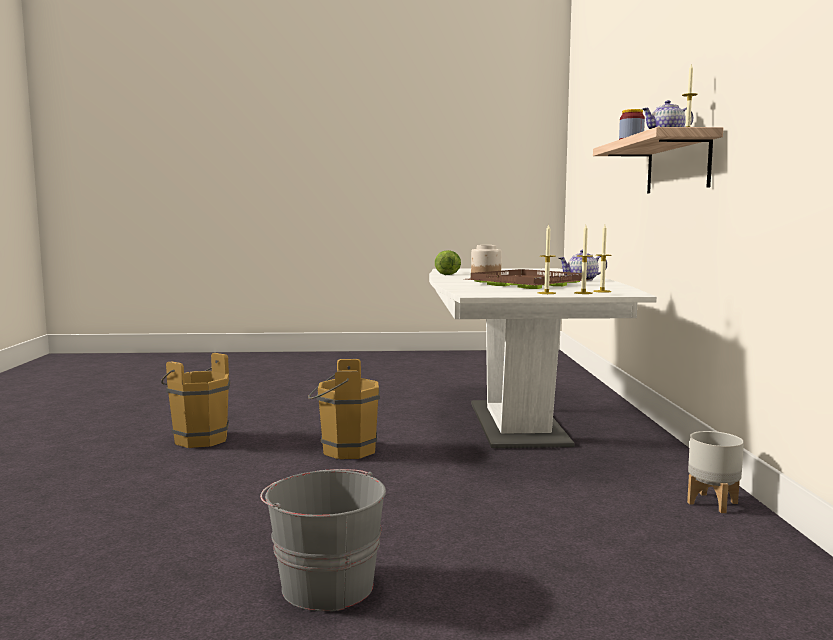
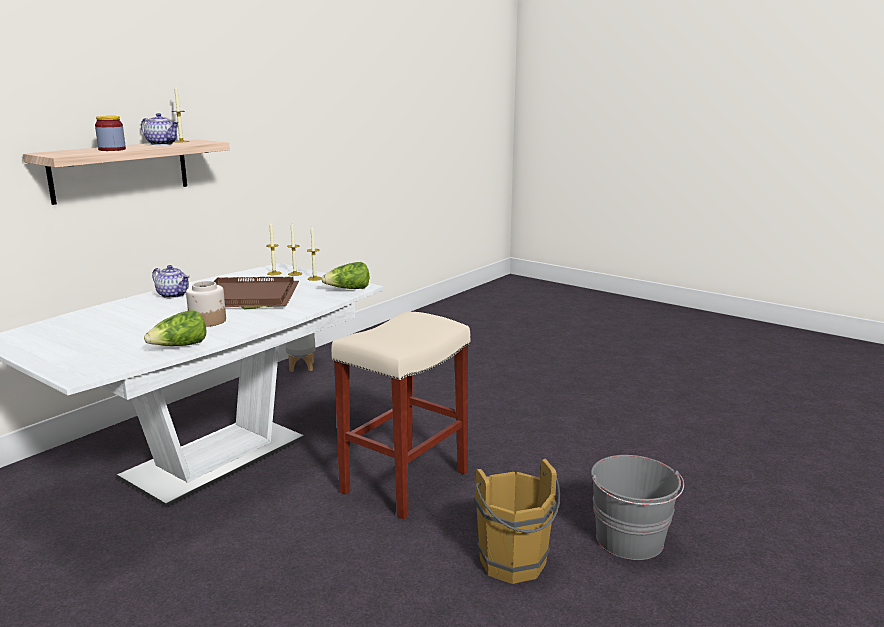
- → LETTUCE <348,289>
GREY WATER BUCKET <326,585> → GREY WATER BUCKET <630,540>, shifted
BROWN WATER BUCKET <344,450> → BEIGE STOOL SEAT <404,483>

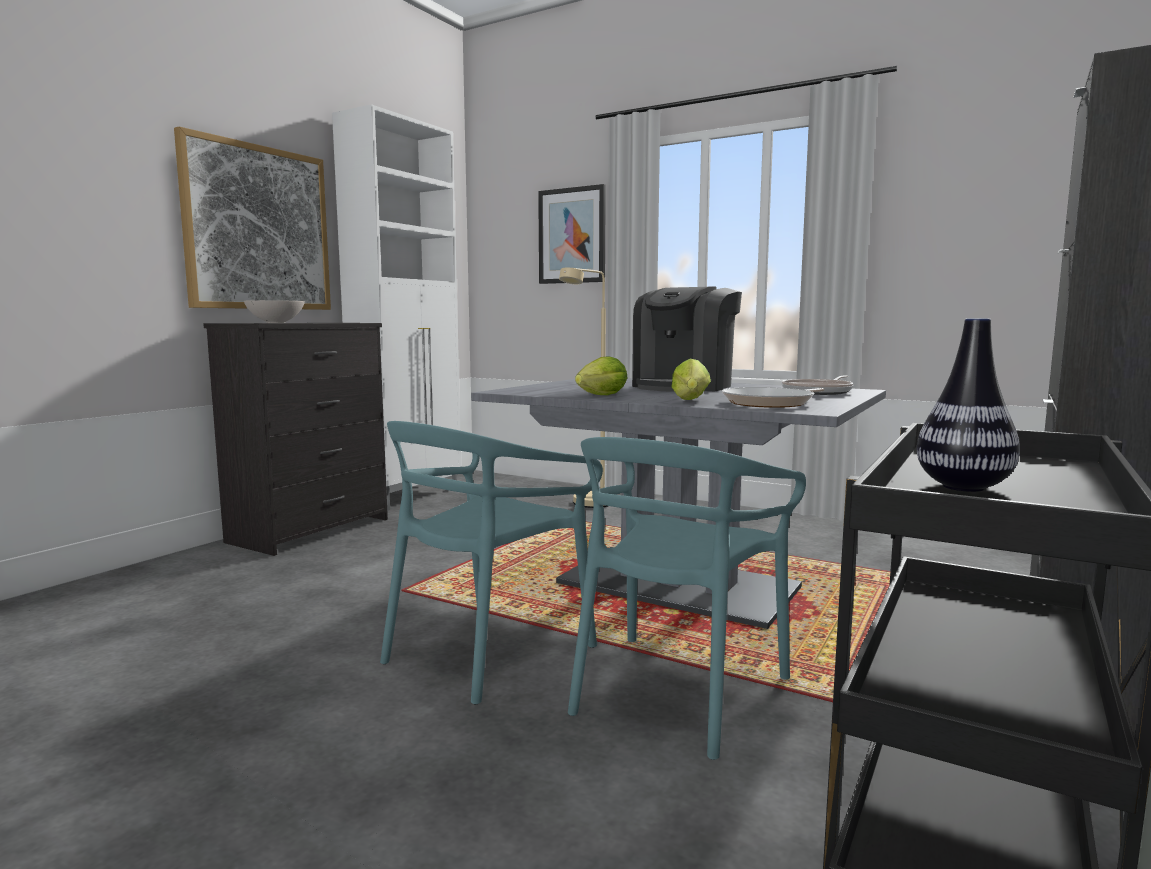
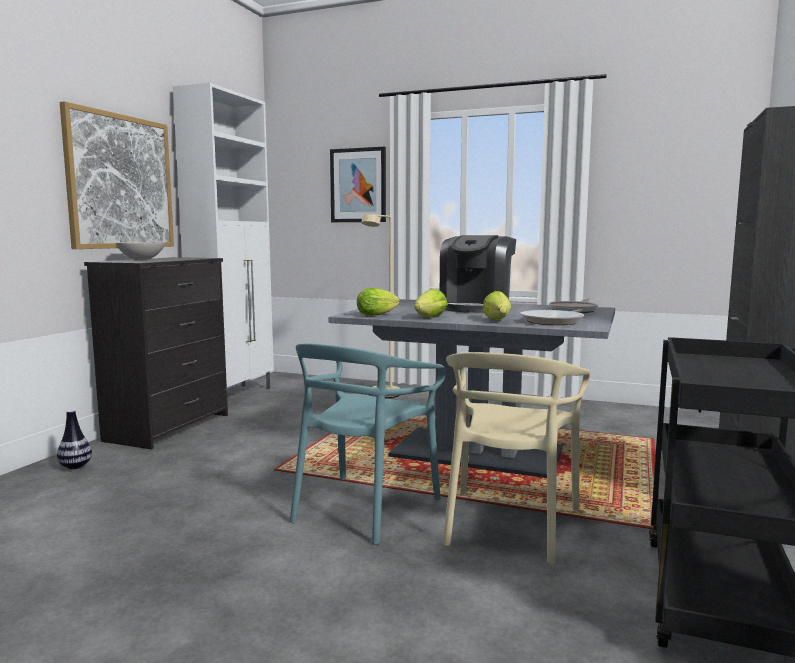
- → LETTUCE <378,315>
FLOWER VASE <963,487> → FLOWER VASE <75,466>, shifted
BLUE-GREEN PLAIN CHAIR <676,691> → BEIGE PLAIN CHAIR <508,524>

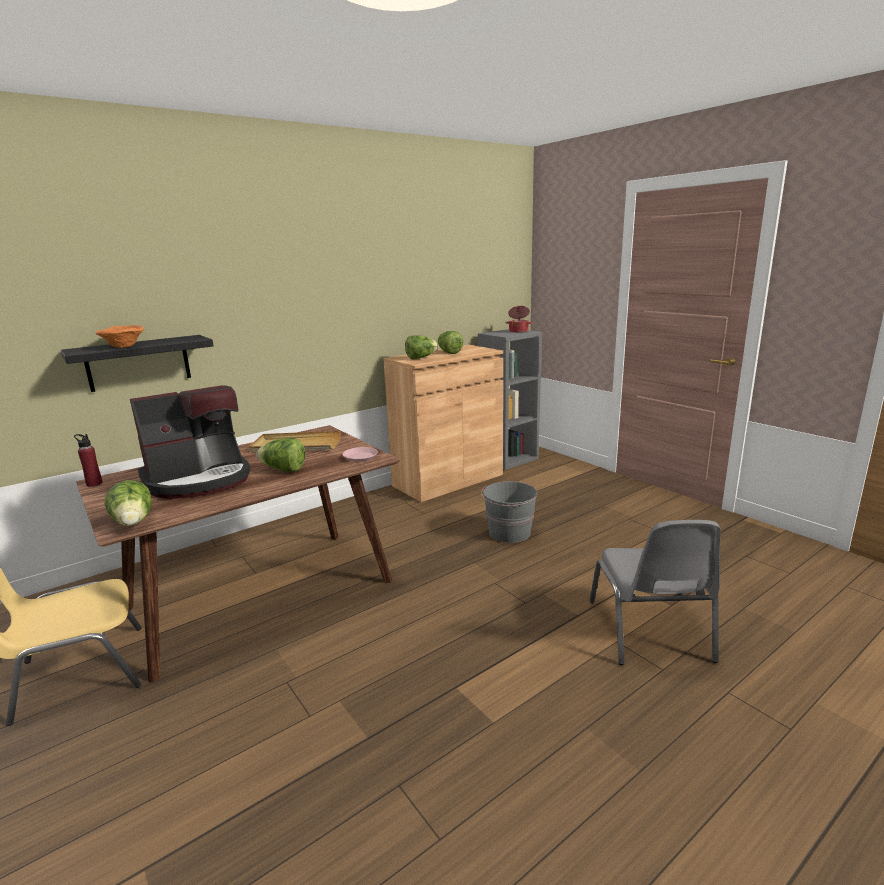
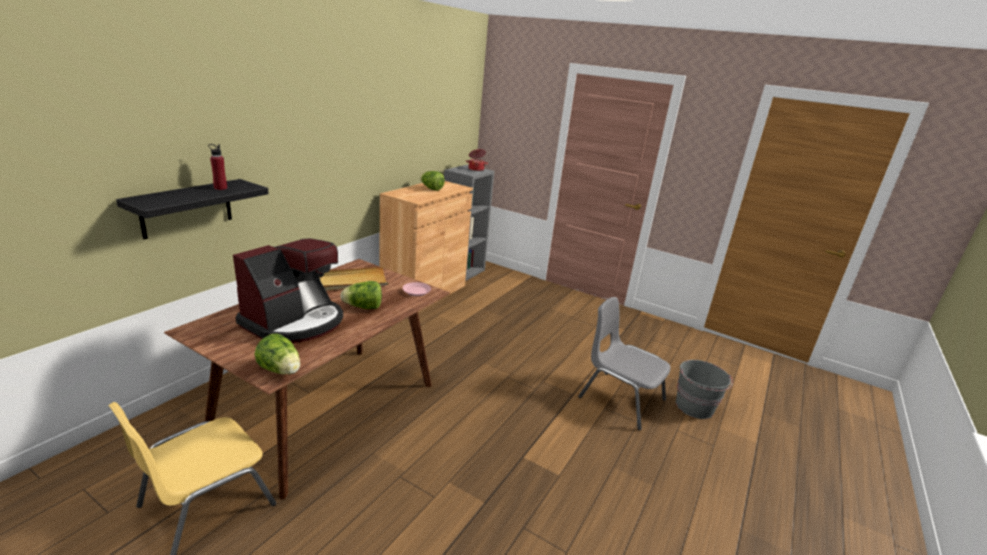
ORANGE DEEP DISH <122,346> → -
LETTUCE <421,358> → -
REDDISH BOTTLE <94,484> → REDDISH BOTTLE <220,188>, shifted
GREY WATER BUCKET <509,533> → GREY WATER BUCKET <695,407>, shifted
GREY PLAIN CHAIR <650,631> → GREY PLAIN CHAIR <620,398>, 150 degrees clockwise

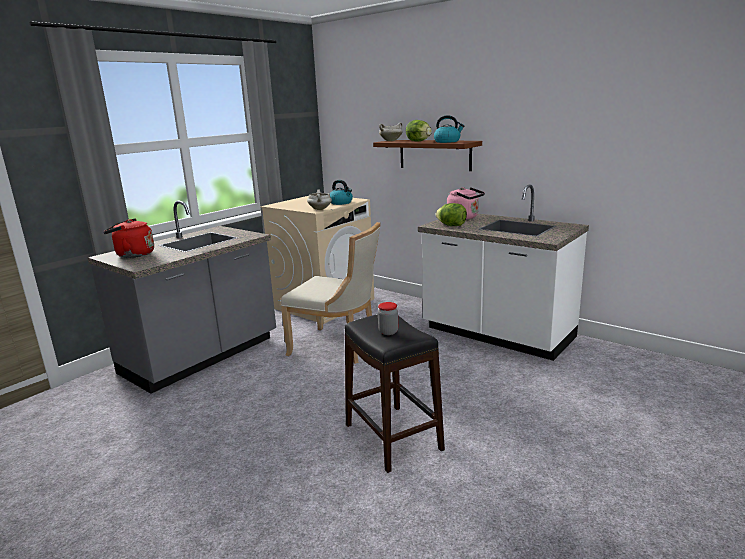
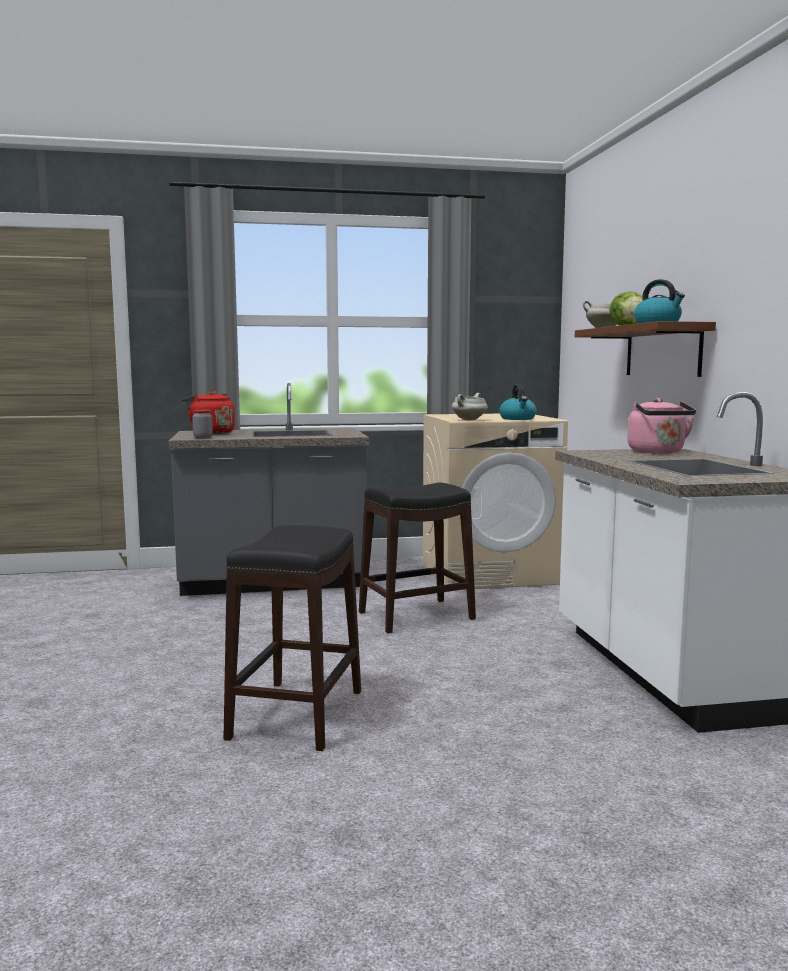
LETTUCE <451,226> → -
PRESERVE JAR <388,332> → PRESERVE JAR <203,437>, shifted
BEIGE PLAIN CHAIR <338,347> → BLACK STOOL SEAT <417,616>

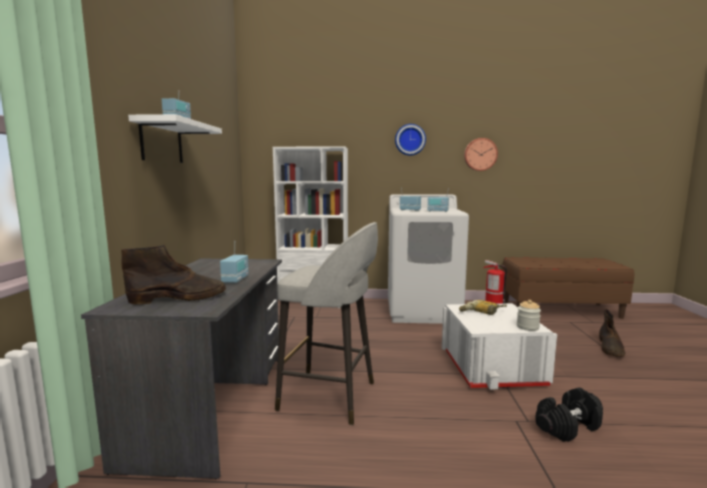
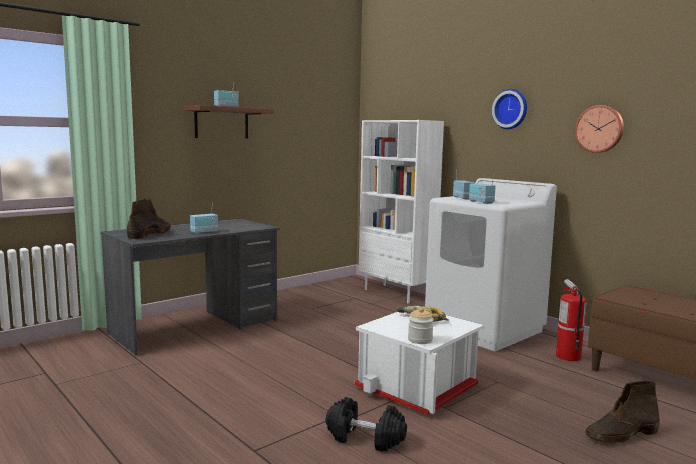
GREY STOOL SEAT <330,396> → -
WHITISH WALL SHELF <162,142> → BROWN WALL SHELF <221,123>
BROWN BOOT <179,298> → BROWN BOOT <150,234>, 105 degrees counterclockwise

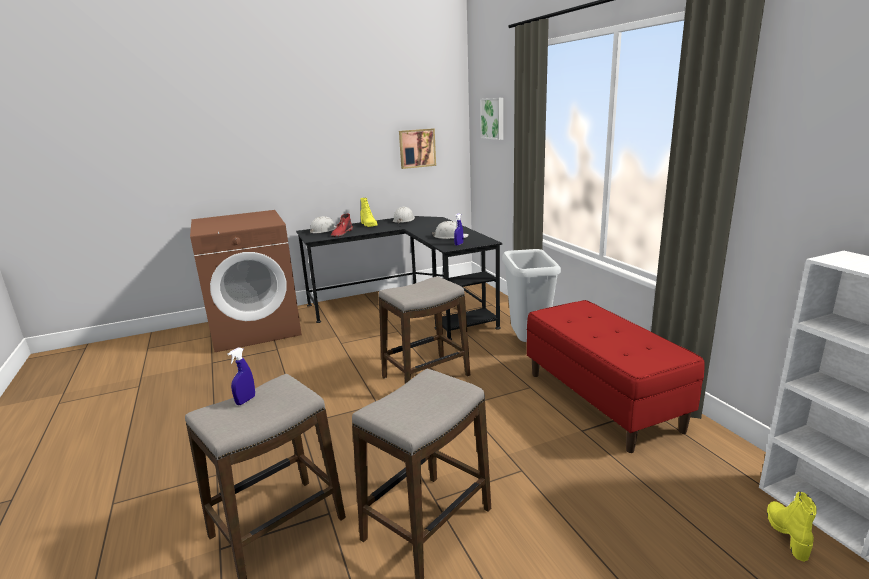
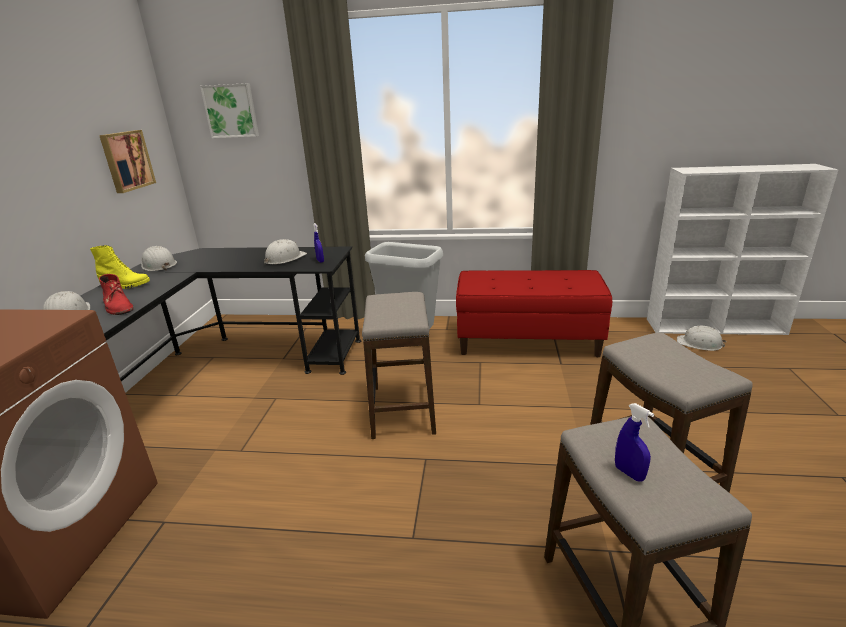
YELLOWISH BOOT <787,535> → WHITISH SAFETY HELMET <699,343>

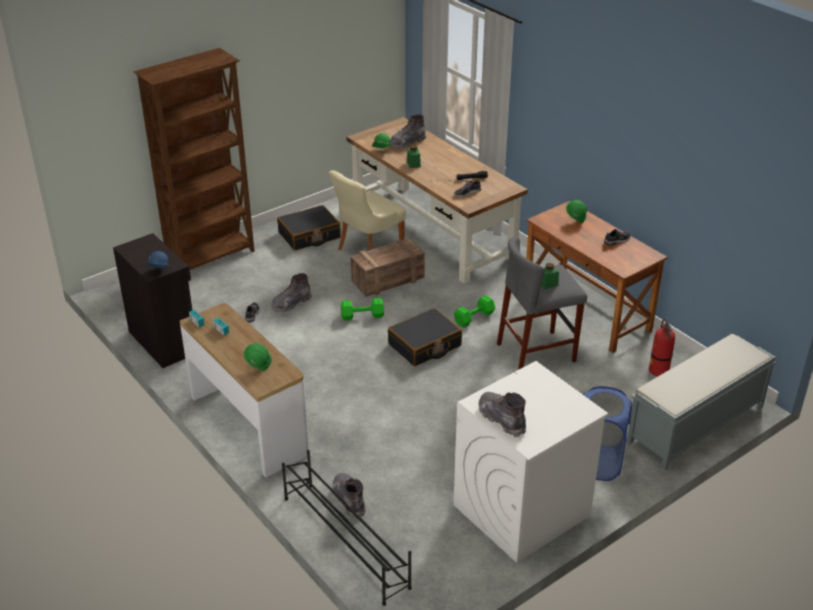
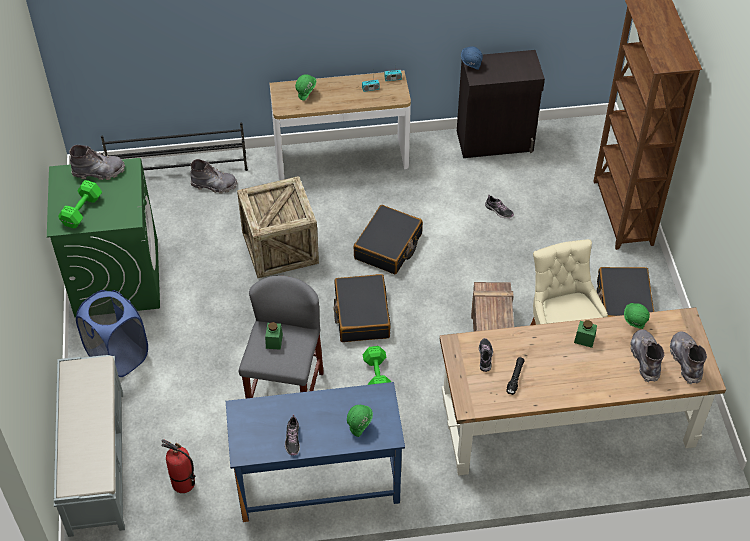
- → CRATE <280,247>
- → BLACK TRAVEL CASE <388,246>
GREY BOOT <291,303> → GREY BOOT <685,361>, shifted
GREEN HAND WEIGHT <363,316> → GREEN HAND WEIGHT <81,211>, shifted
WHITISH LAUNDRY MACHINE <521,511> → GREEN LAUNDRY MACHINE <116,277>
BROWN DESK <586,311> → BLUE-COLOURED DESK <318,482>

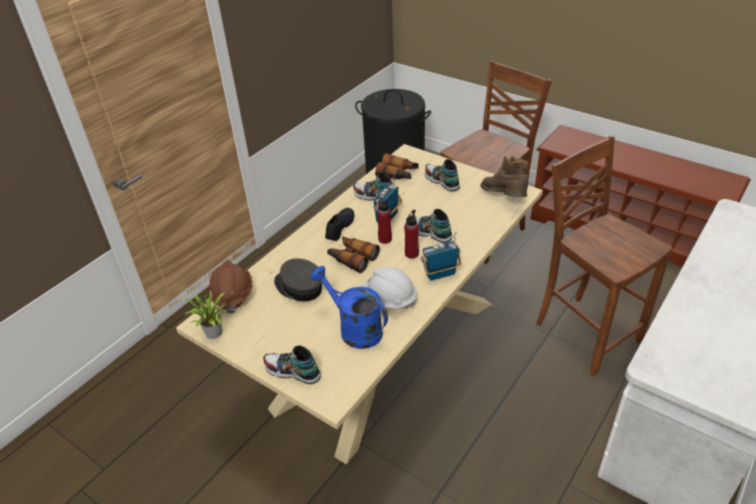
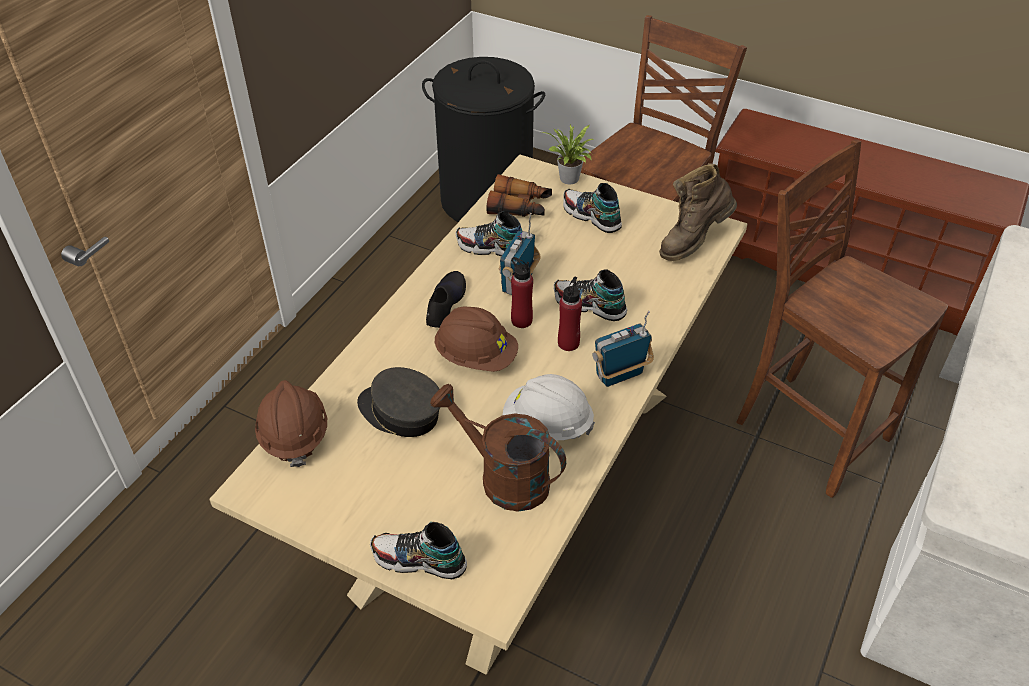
POTTED PLANT <213,334> → POTTED PLANT <569,180>, shifted
BINOCULARS <352,258> → BROWN SAFETY HELMET <476,356>
BLUE-COLOURED WATERING POT <354,328> → BROWN WATERING POT <503,478>
BROWN BOOT <504,199> → BROWN BOOT <693,241>, 90 degrees counterclockwise

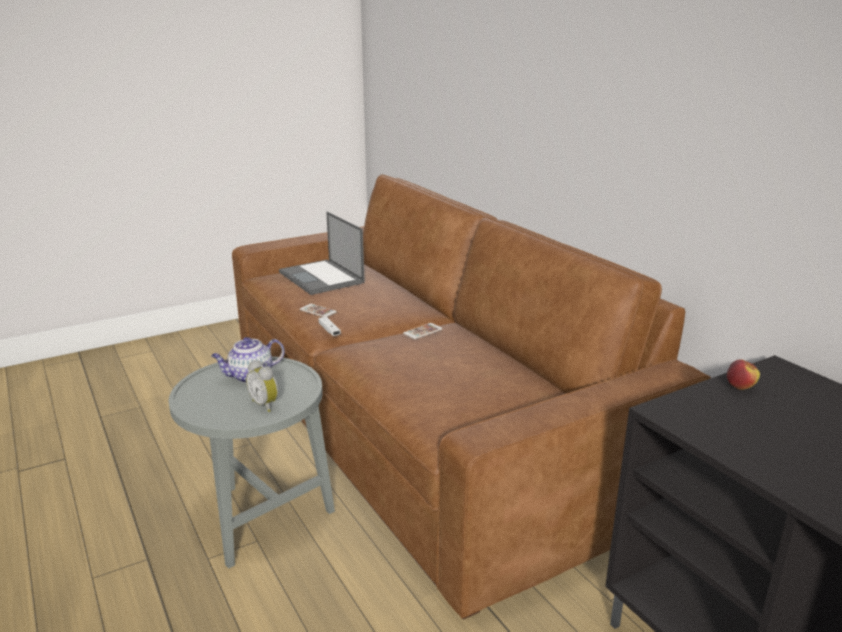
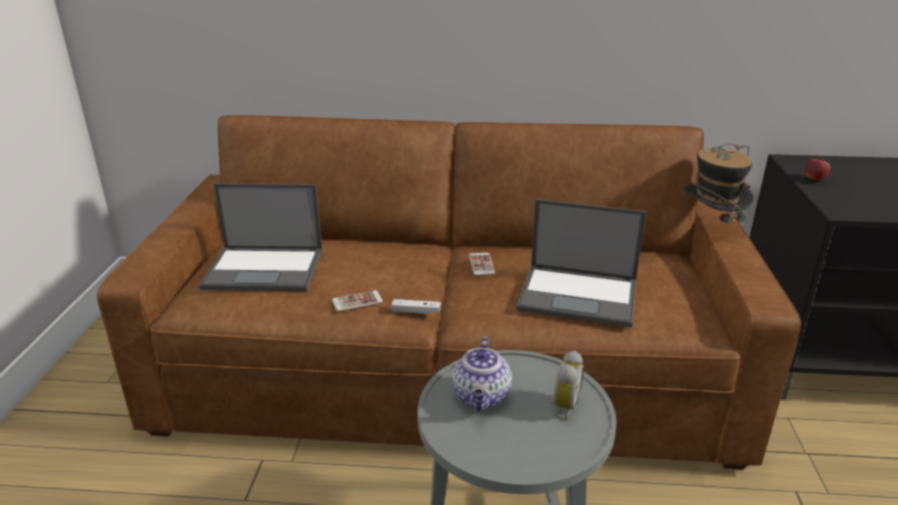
- → LAPTOP <579,295>
- → HAT <710,227>
TABLE CLOCK <266,404> → TABLE CLOCK <563,406>, 60 degrees counterclockwise

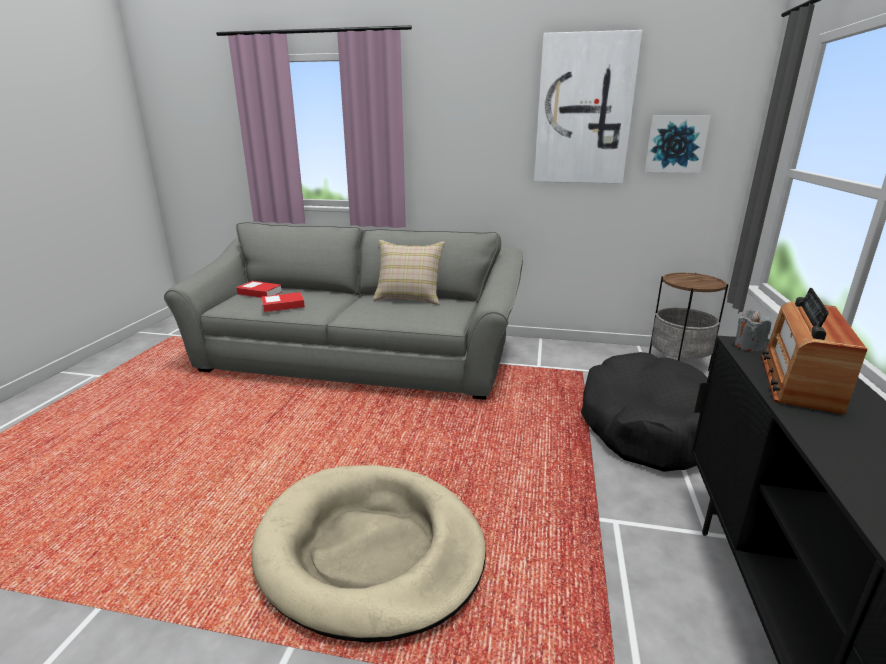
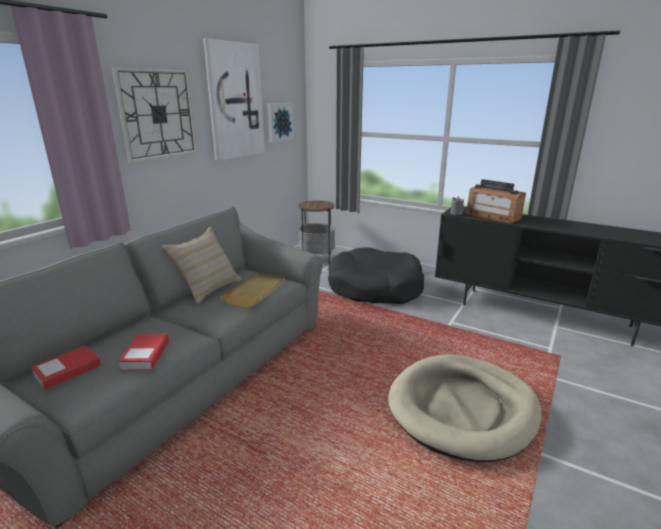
- → CLOCK ON THE WALL <158,114>
- → BEIGE CARRYING TRAY <255,292>

